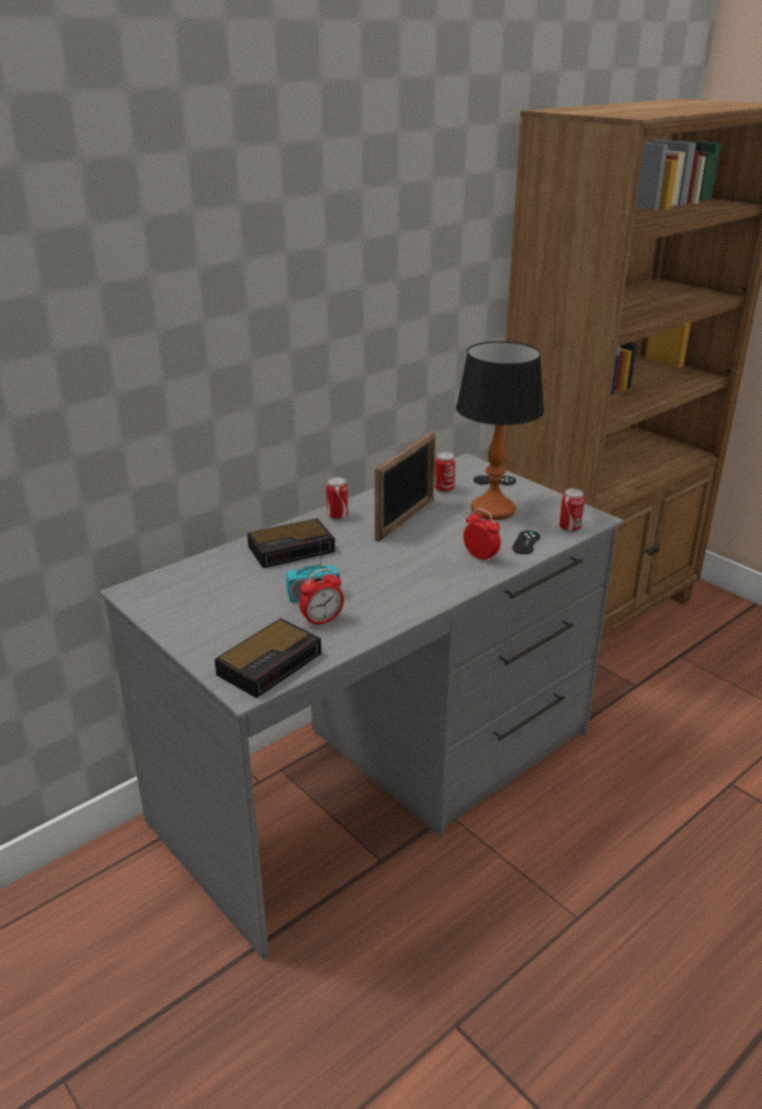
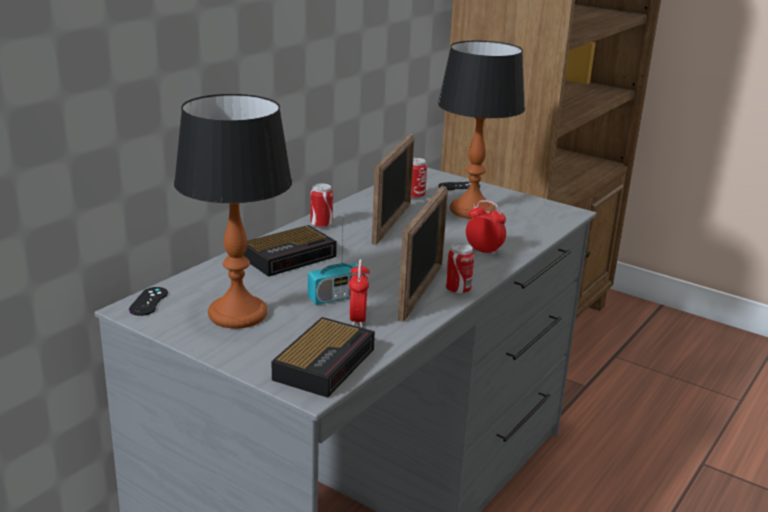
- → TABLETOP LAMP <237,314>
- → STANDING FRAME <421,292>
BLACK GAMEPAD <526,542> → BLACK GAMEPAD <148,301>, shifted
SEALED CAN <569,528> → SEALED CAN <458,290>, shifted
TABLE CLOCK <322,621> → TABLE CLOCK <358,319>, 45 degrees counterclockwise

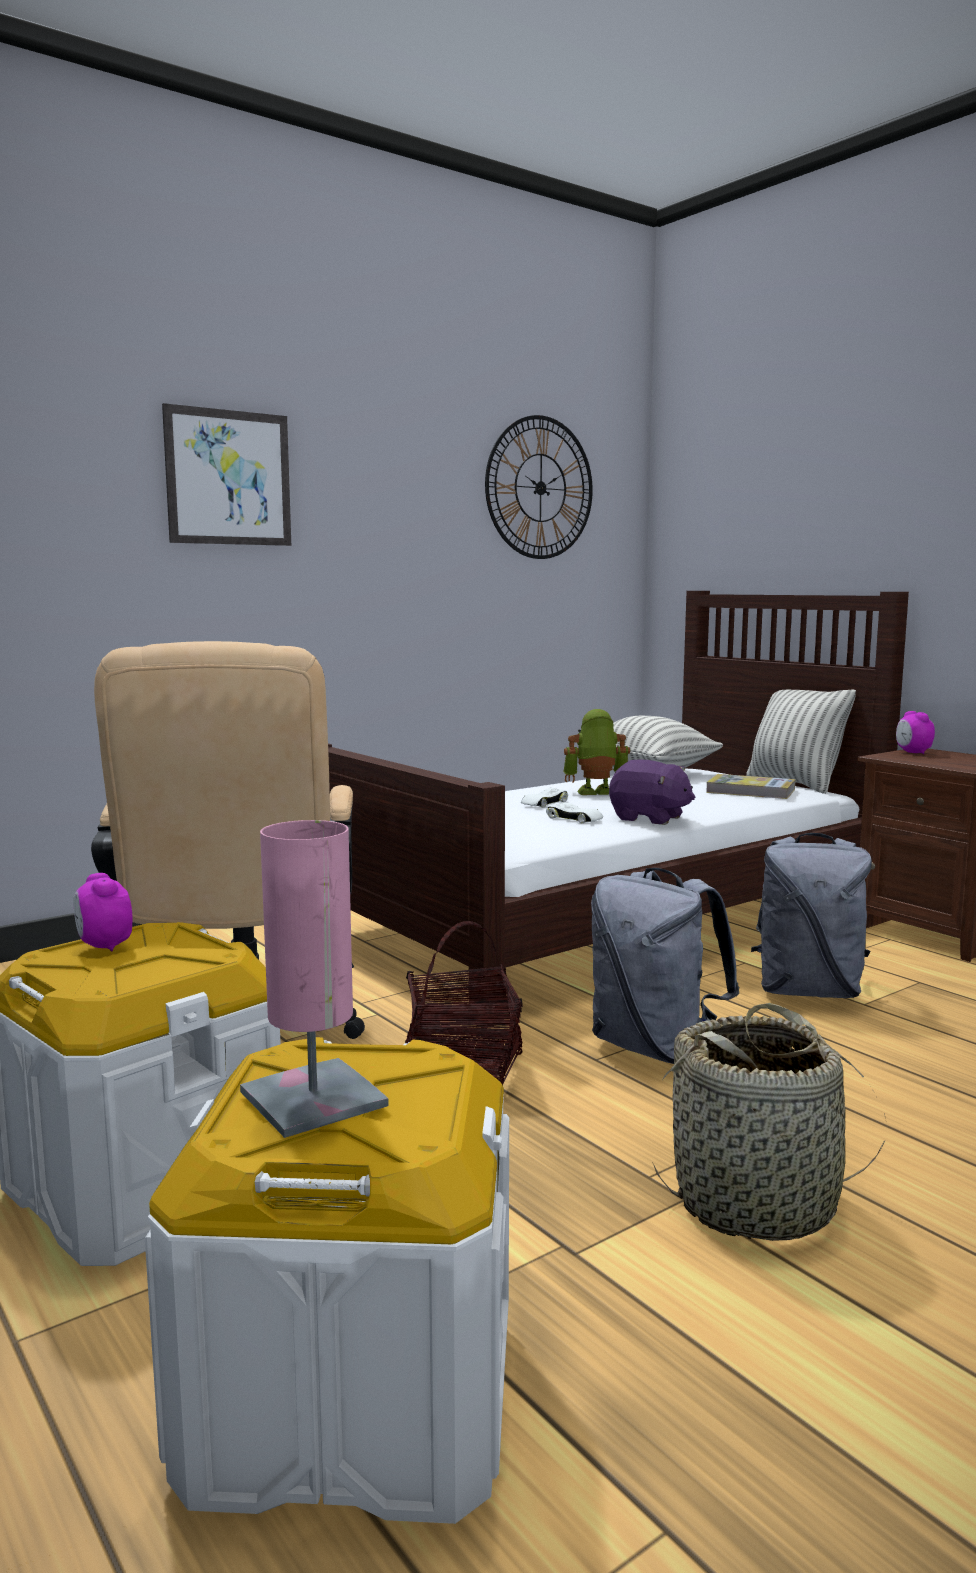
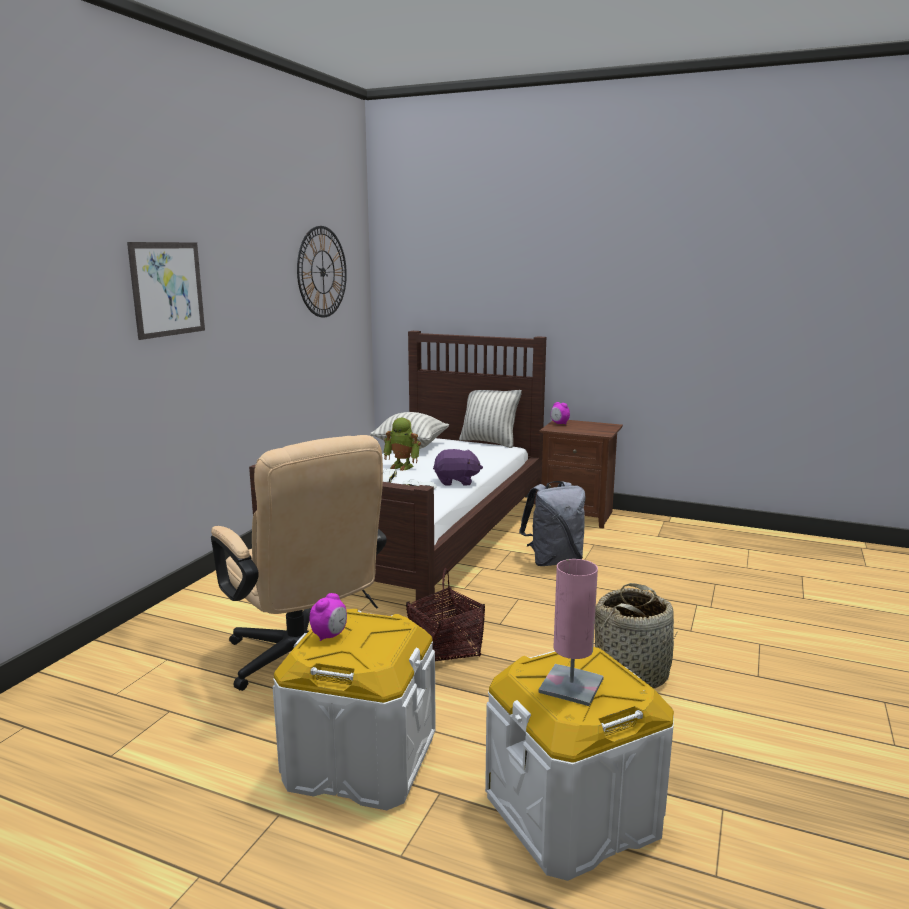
GREY BACKPACK <655,1048> → -
VOLUME <750,791> → -
TABLE CLOCK <104,946> → TABLE CLOCK <330,635>, 90 degrees counterclockwise
MODEL ROBOT <595,793> → MODEL ROBOT <402,466>, 120 degrees counterclockwise

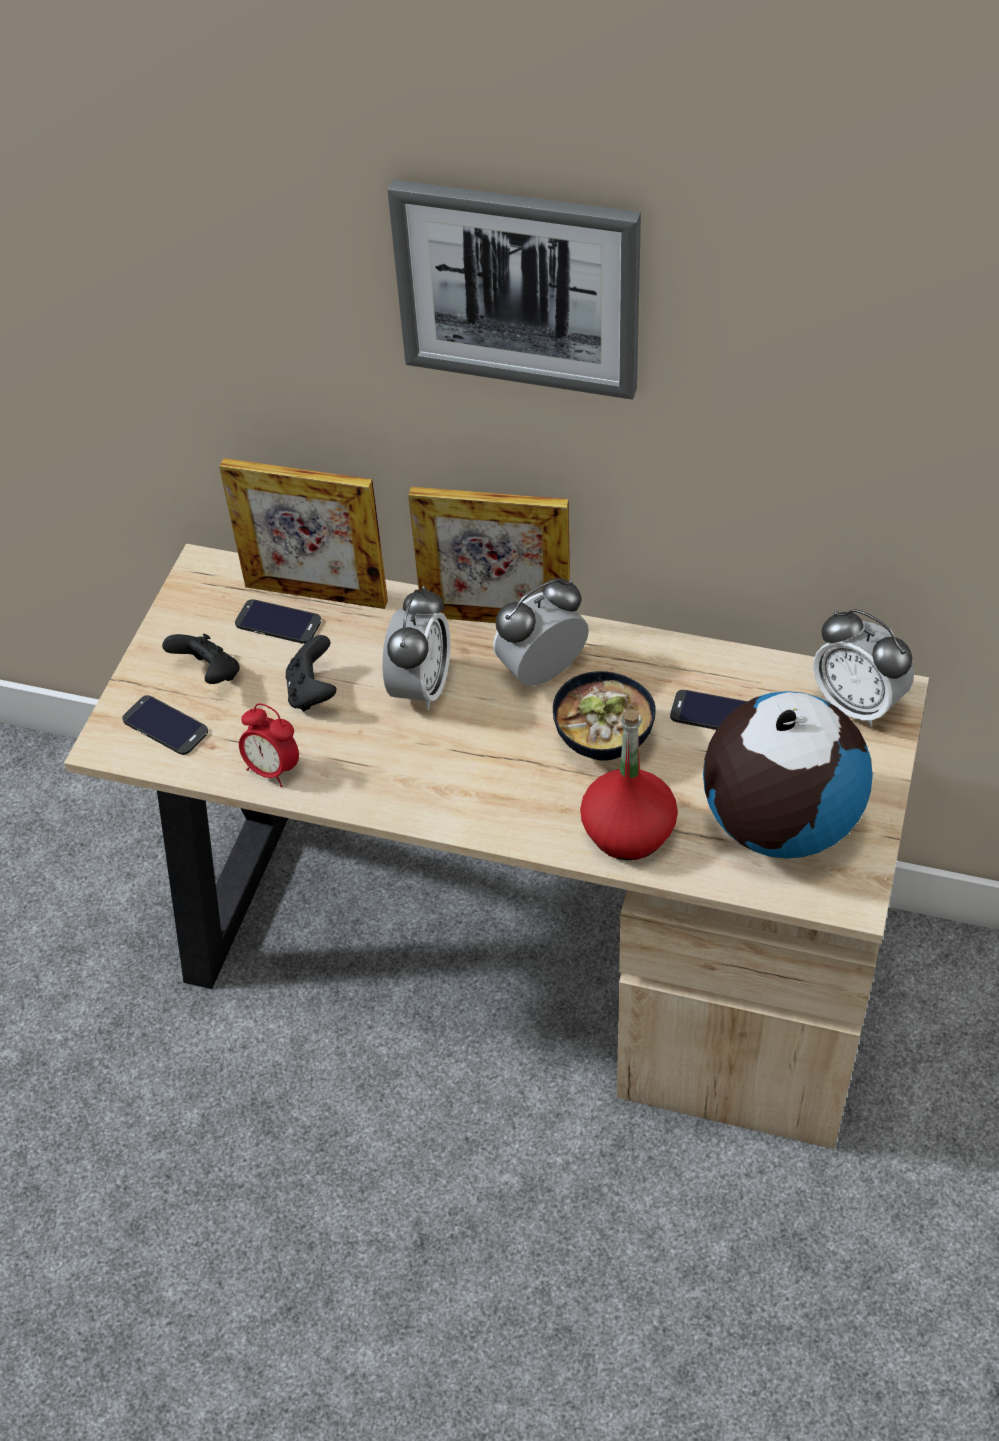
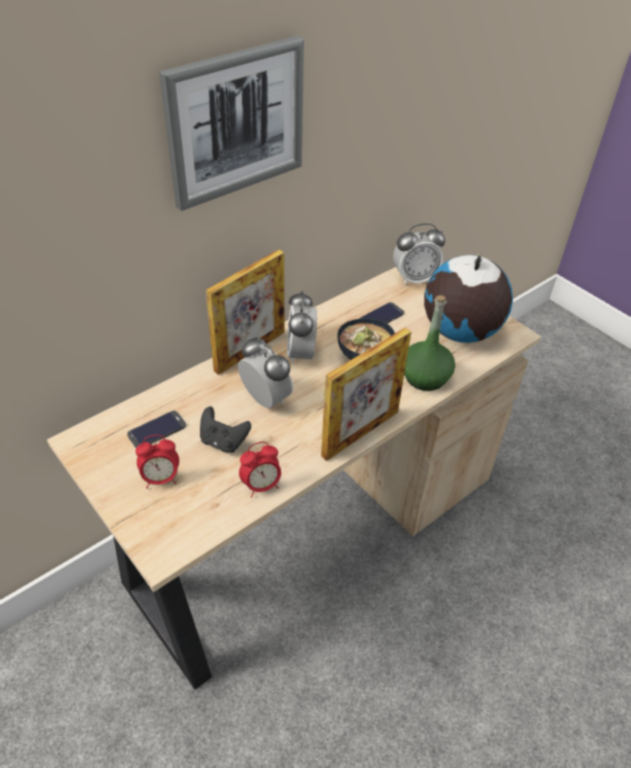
HANDSET <165,726> → -
STANDING FRAME <316,594> → STANDING FRAME <360,433>, shifted
BLACK GAMEPAD <209,674> → TABLE CLOCK <161,479>
REDDISH BOTTLE <628,831> → GREEN BOTTLE <424,377>

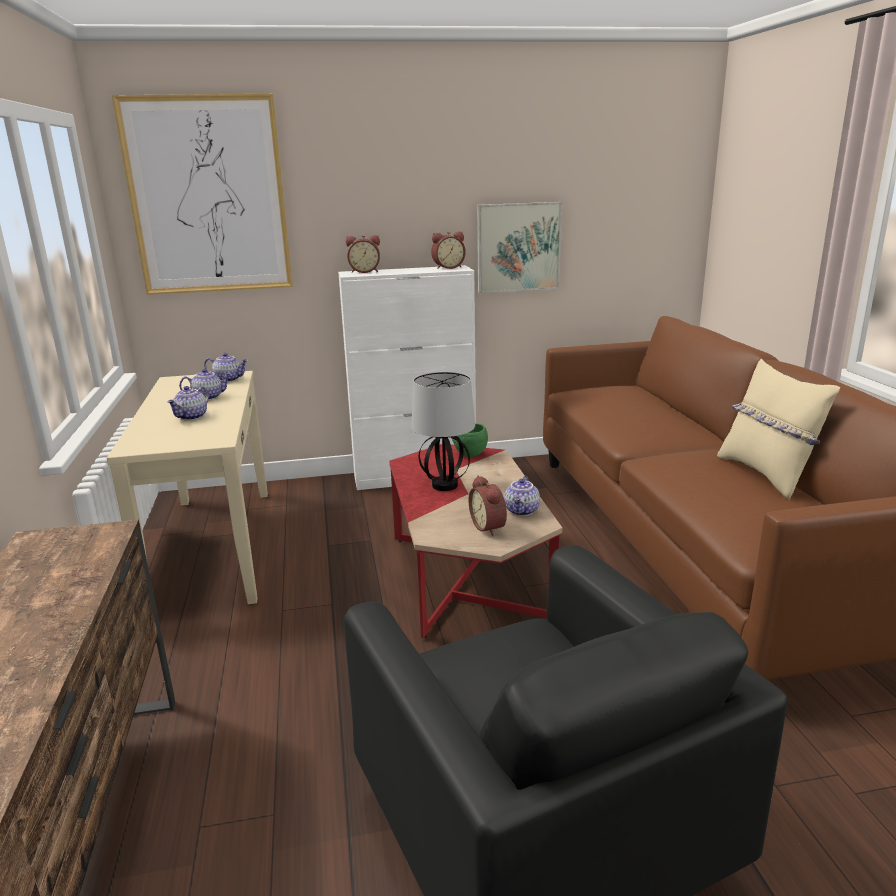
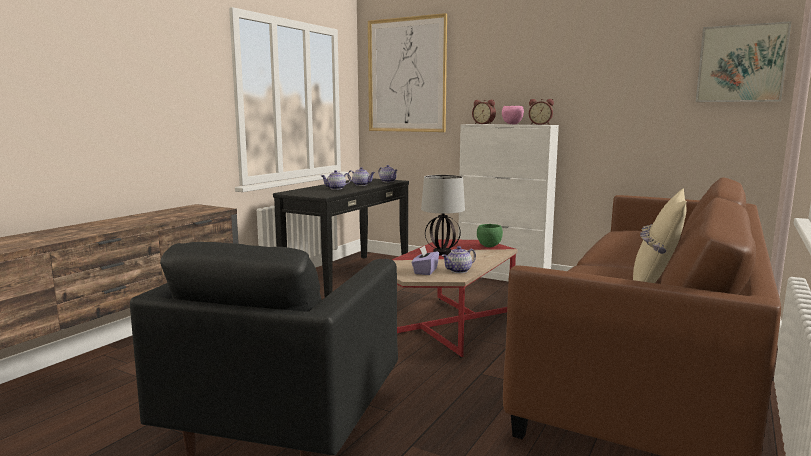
- → PINK-COLOURED DEEP DISH <511,124>
WALL PICTURE <518,247> → WALL PICTURE <741,63>, shifted
TABLE CLOCK <490,527> → PURPLISH BOX OF TISSUES <425,271>
BEIGE CONSOLE TABLE <213,546> → BLACK CONSOLE TABLE <348,275>

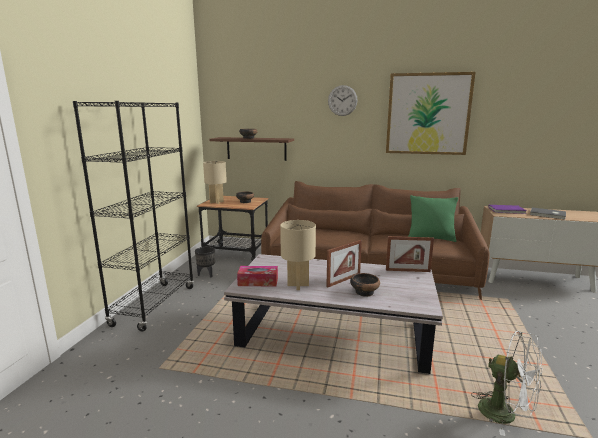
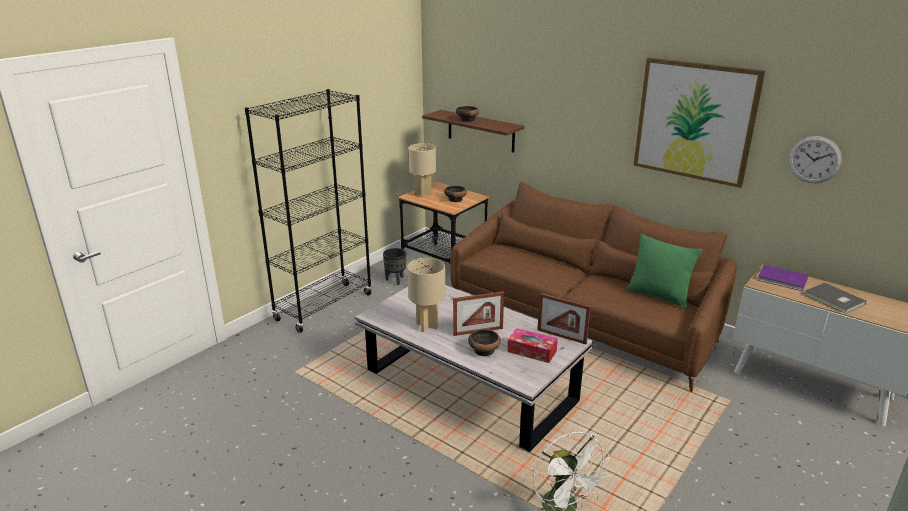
BOX OF TISSUES <258,281> → BOX OF TISSUES <532,351>, shifted
CLOCK ON THE WALL <342,100> → CLOCK ON THE WALL <814,159>, shifted

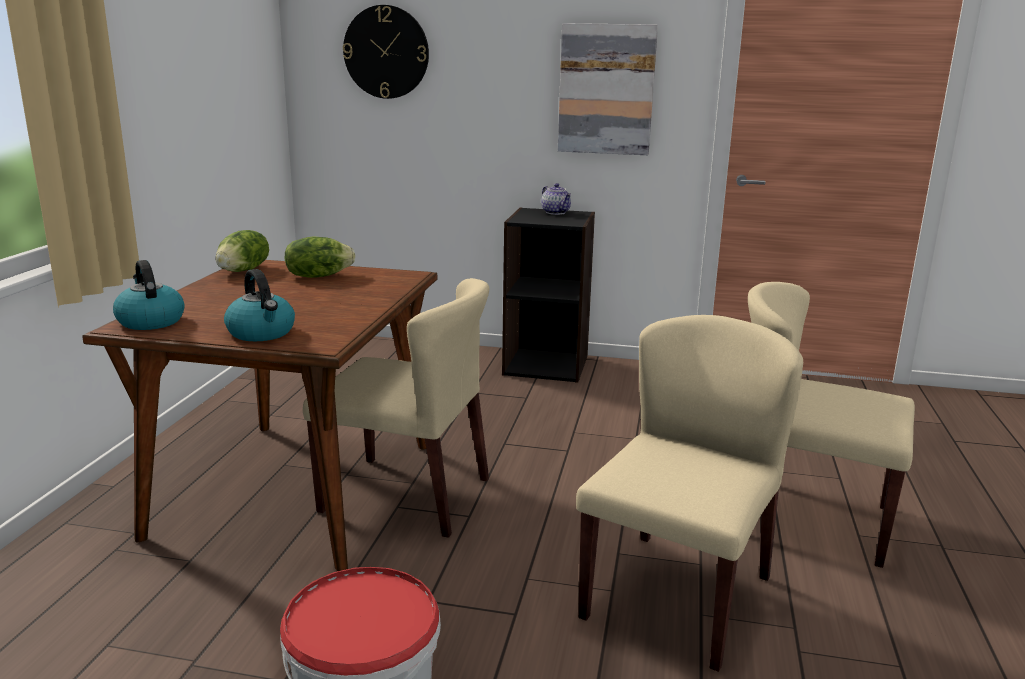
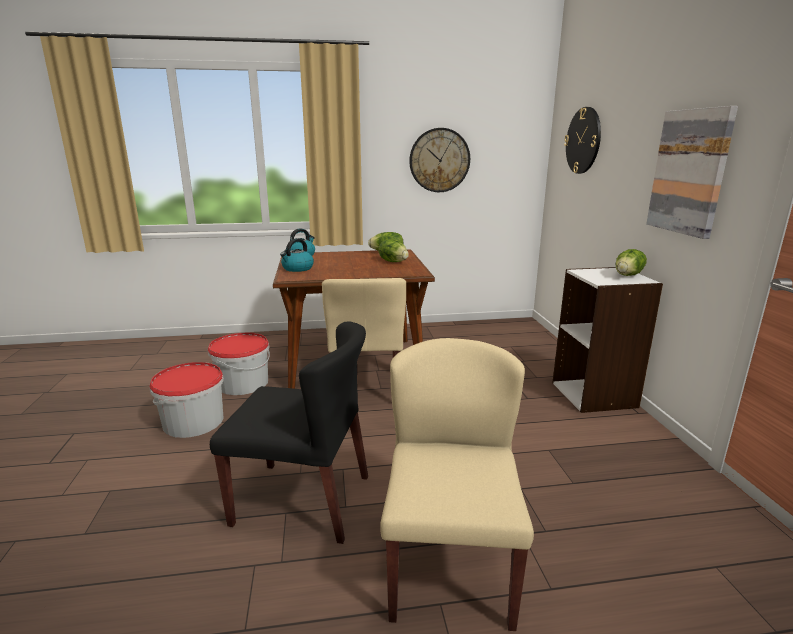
- → WATER BUCKET <242,383>
- → CLOCK ON THE WALL <439,160>
TEA POT <556,212> → LETTUCE <628,275>
BLACK BOOKCASE <546,365> → WHITISH BOOKCASE <594,394>
BEIGE PLAIN CHAIR <677,595> → BLACK PLAIN CHAIR <303,500>

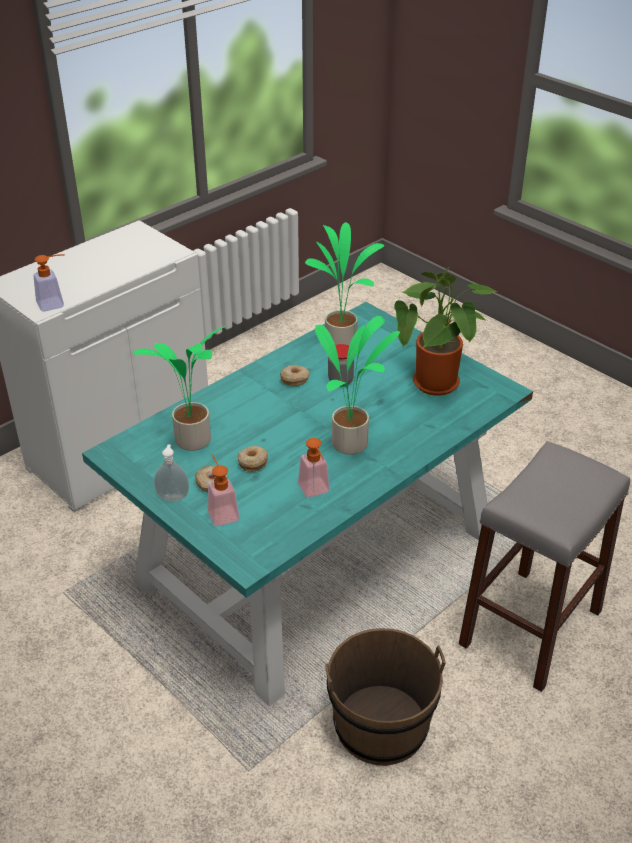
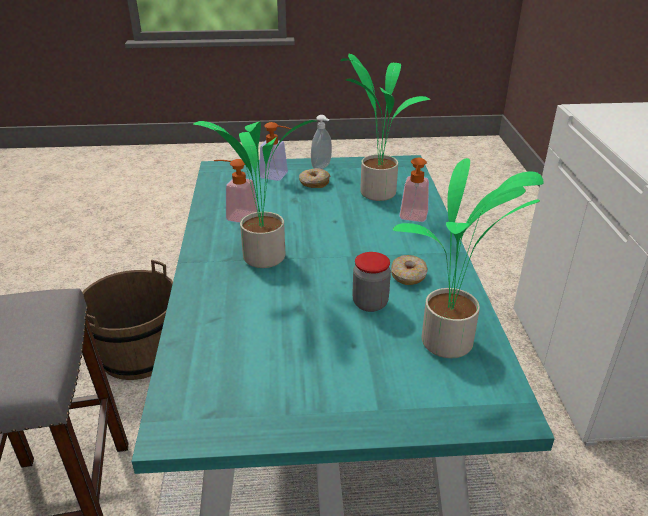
DONUT <252,462> → -
POTTED PLANT <438,387> → -
LIQUID SOAP BOTTLE <55,303> → LIQUID SOAP BOTTLE <412,218>, shifted

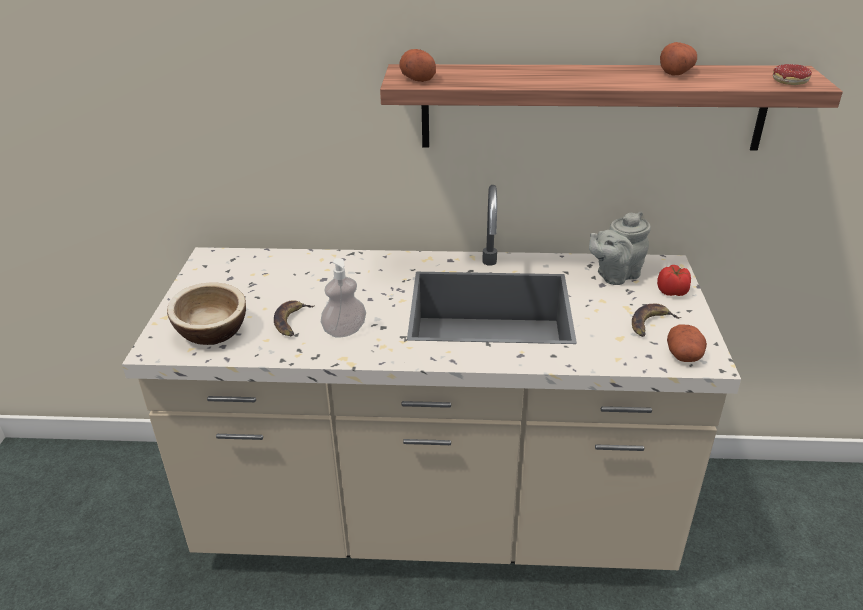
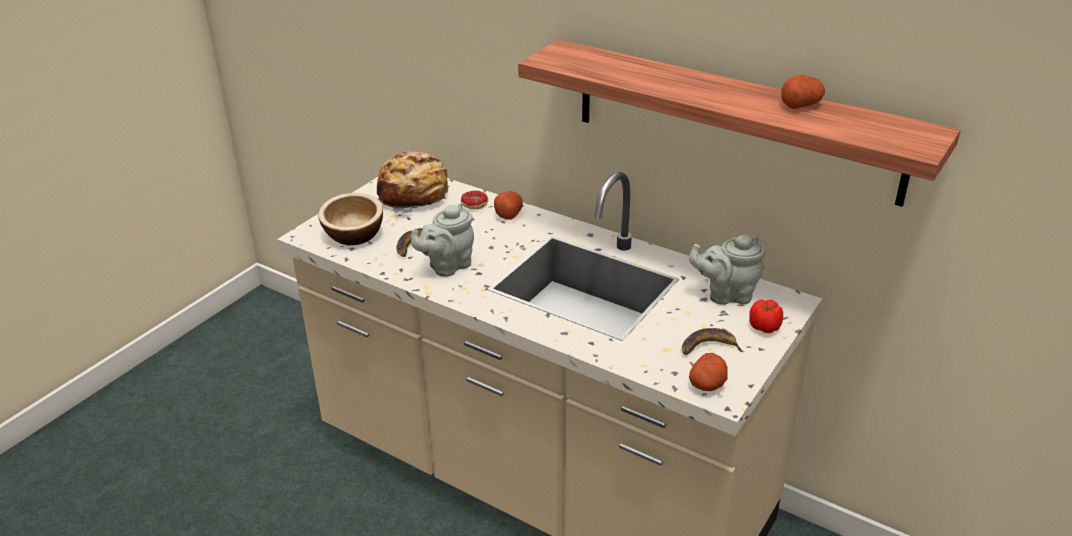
- → BAKERY BREAD <414,194>
WHOLE POTATO <417,78> → WHOLE POTATO <508,213>, shifted
DONUT <792,83> → DONUT <471,206>, shifted
LIQUID SOAP BOTTLE <344,331> → GREY TEA POT <447,266>

